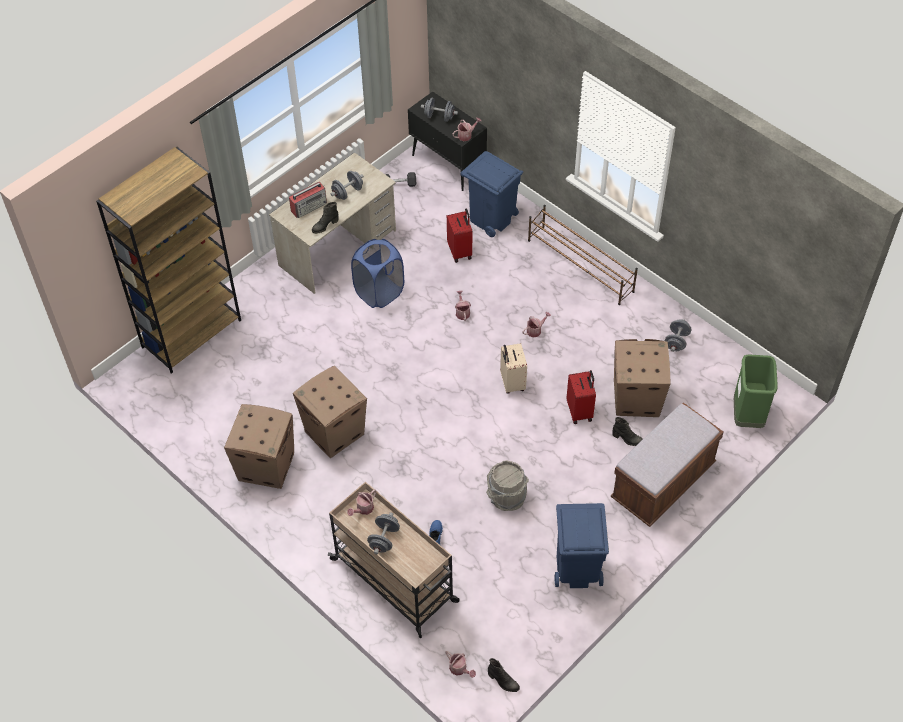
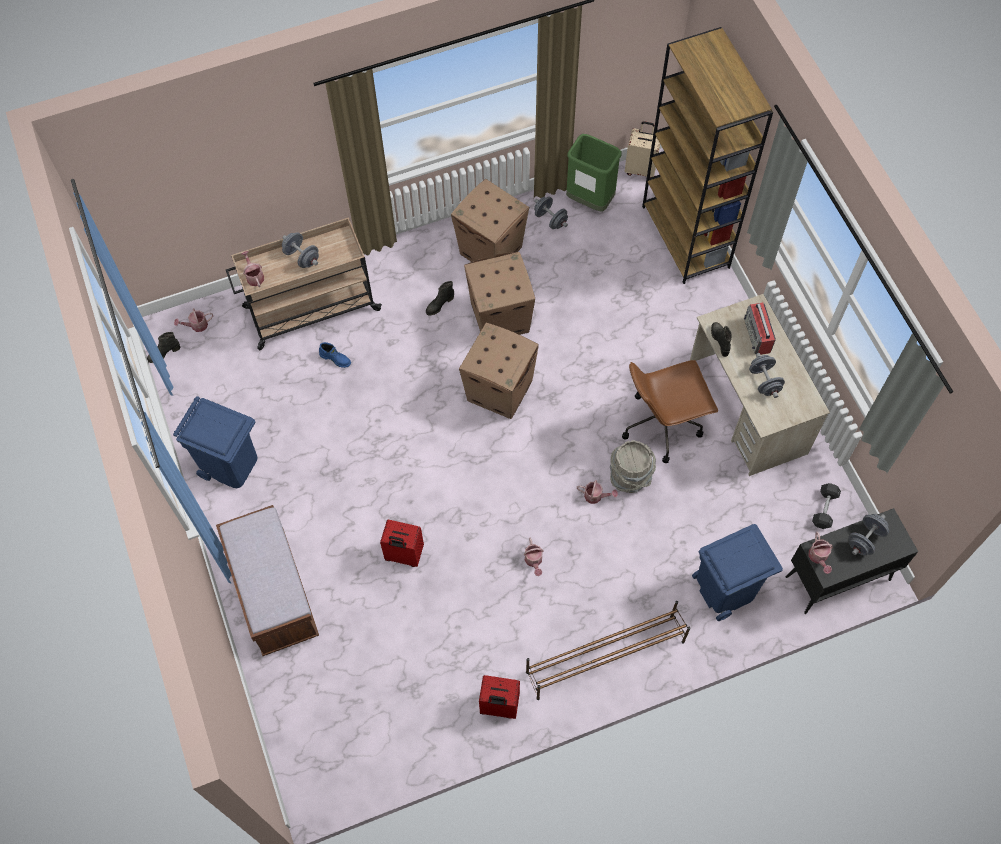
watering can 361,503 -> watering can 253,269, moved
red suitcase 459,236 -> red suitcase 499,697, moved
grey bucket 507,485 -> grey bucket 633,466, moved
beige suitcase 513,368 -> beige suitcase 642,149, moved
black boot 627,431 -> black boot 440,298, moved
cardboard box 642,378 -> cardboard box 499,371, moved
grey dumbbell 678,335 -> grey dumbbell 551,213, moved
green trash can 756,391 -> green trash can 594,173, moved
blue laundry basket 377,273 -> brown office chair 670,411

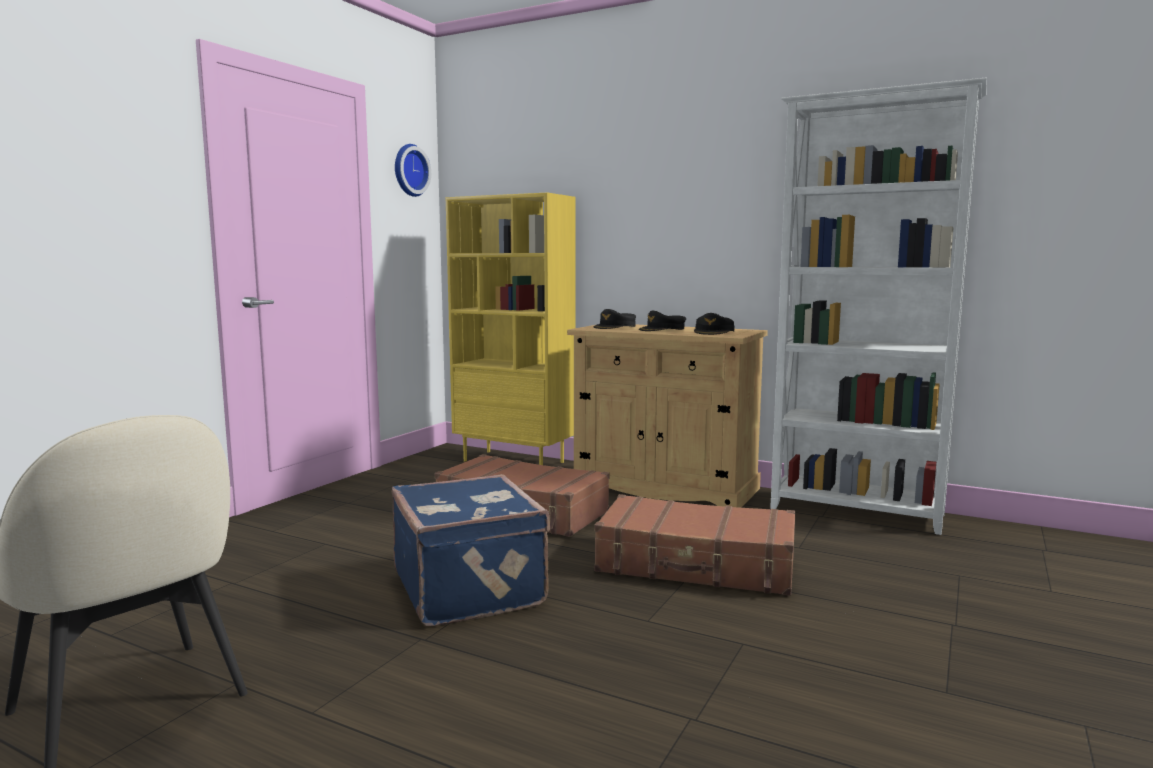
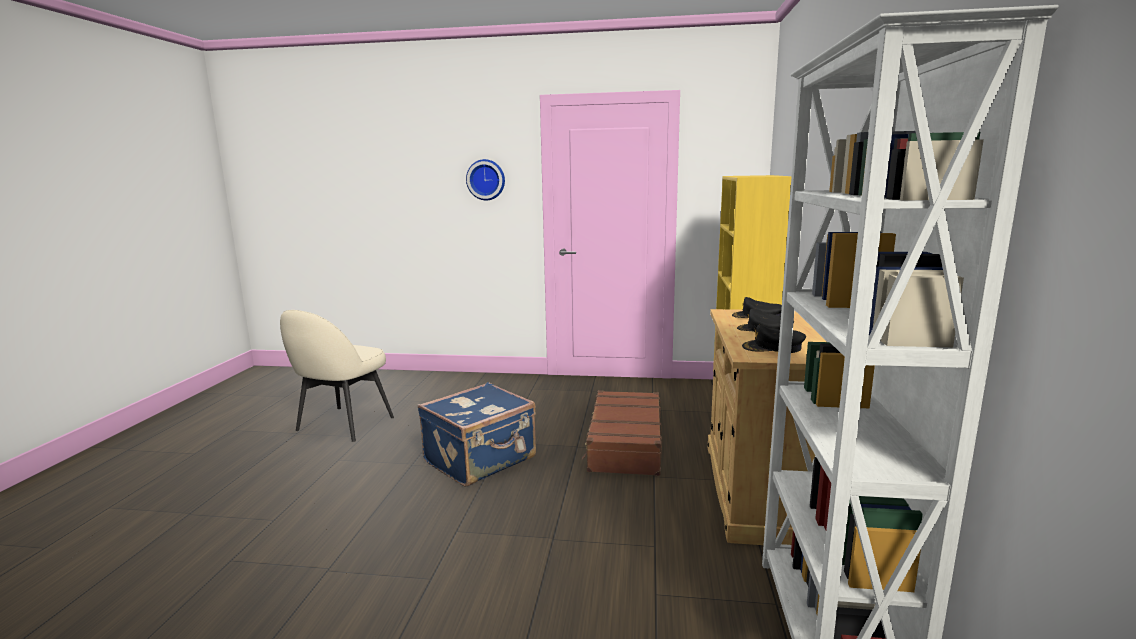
brown suitcase 695,545 -> none
wall clock 413,170 -> wall clock 485,179, moved

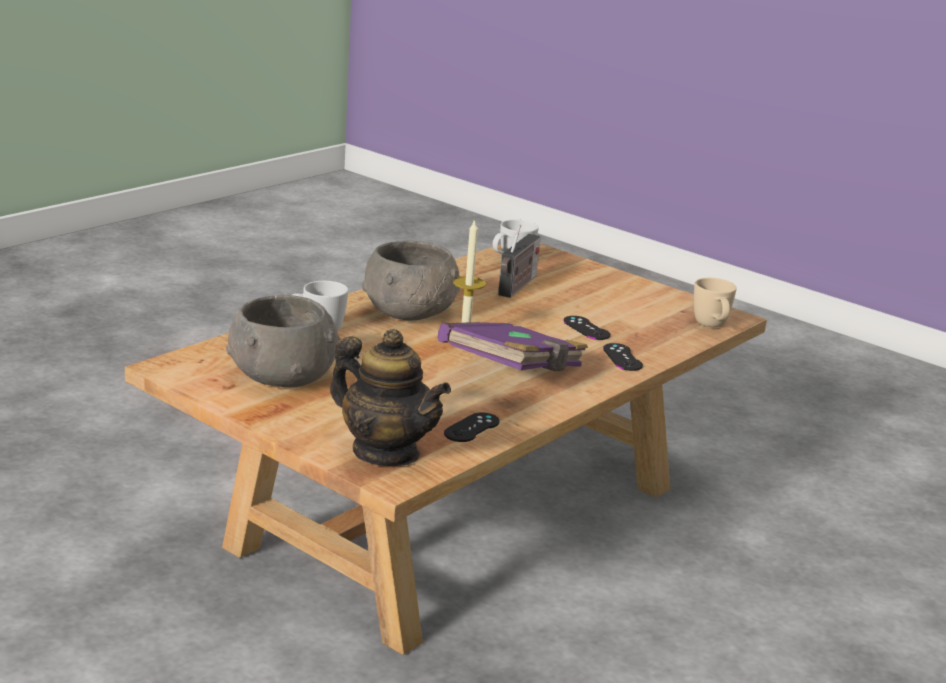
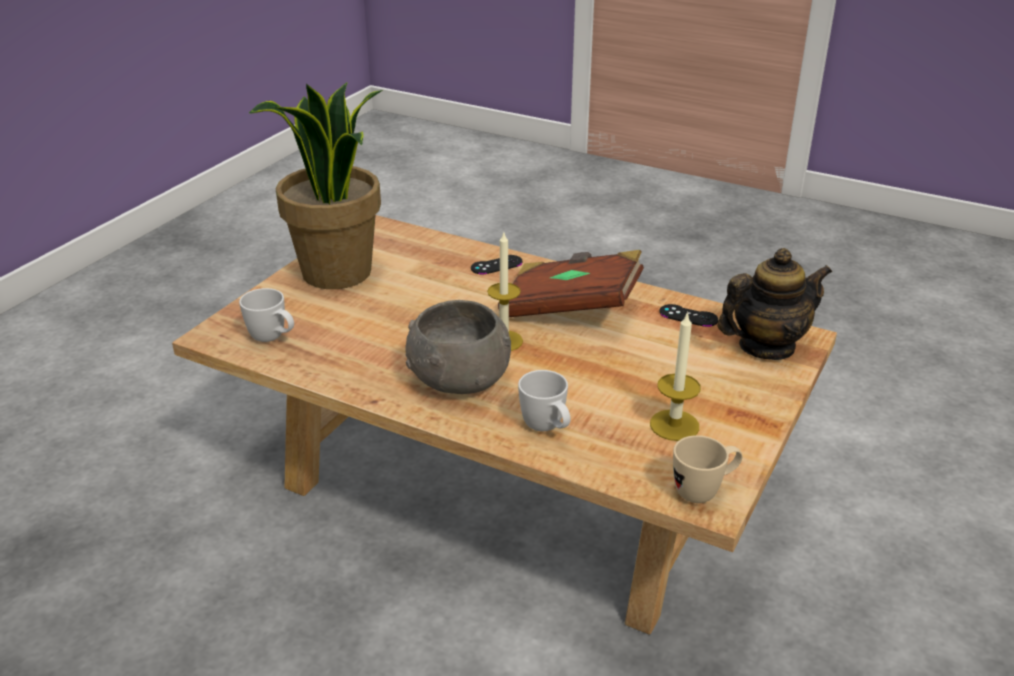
radio 519,261 -> none
black game controller 586,328 -> none
none -> potted plant 316,185
beige mug 715,302 -> beige mug 707,469, moved
grey bowl 283,341 -> candle 675,376
purple book 513,346 -> brown book 571,283
teapot 390,397 -> teapot 774,304, 45 degrees clockwise

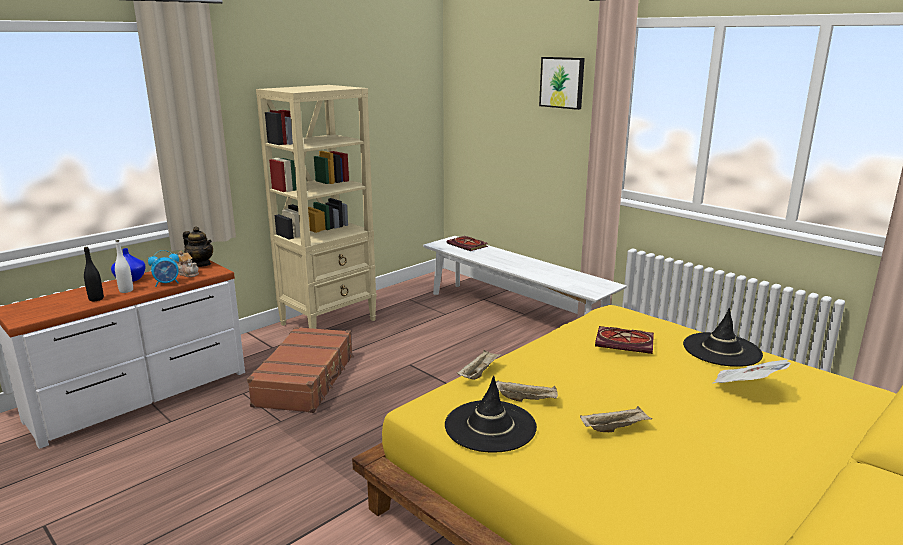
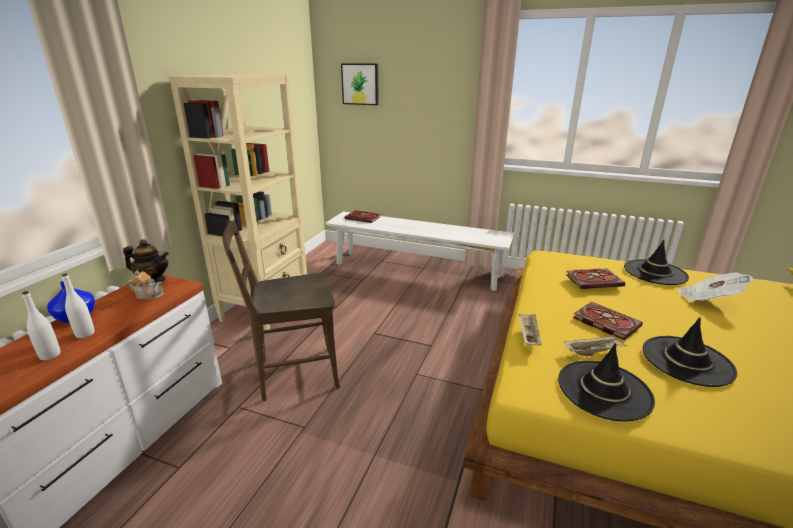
alarm clock 163,268 -> none
none -> book 608,321
picture 562,83 -> picture 360,84, moved
brown suitcase 300,370 -> brown chair 281,310
beige tray 616,419 -> black hat 690,352
black bottle 94,274 -> white bottle 41,325

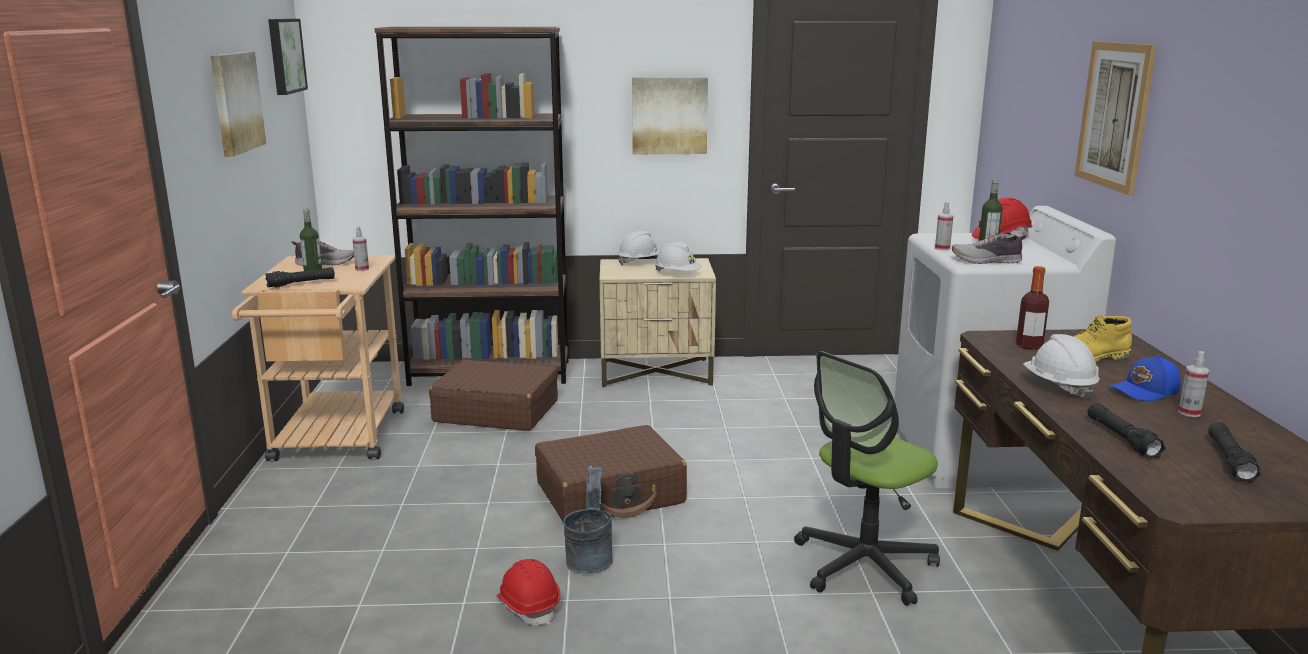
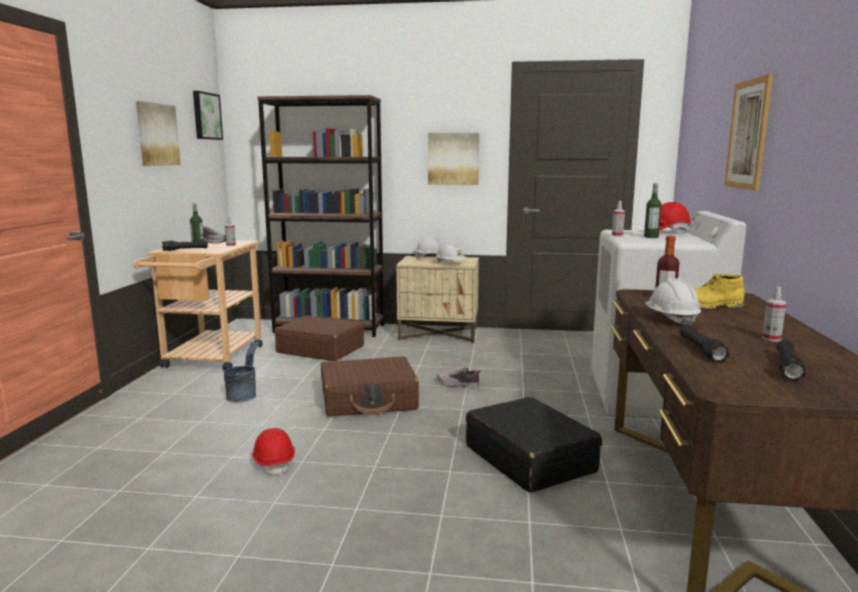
blue cap 1145,378 -> none
grey bucket 588,520 -> grey bucket 241,371, moved
shoe 989,248 -> shoe 459,378, moved
office chair 867,478 -> black suitcase 534,445

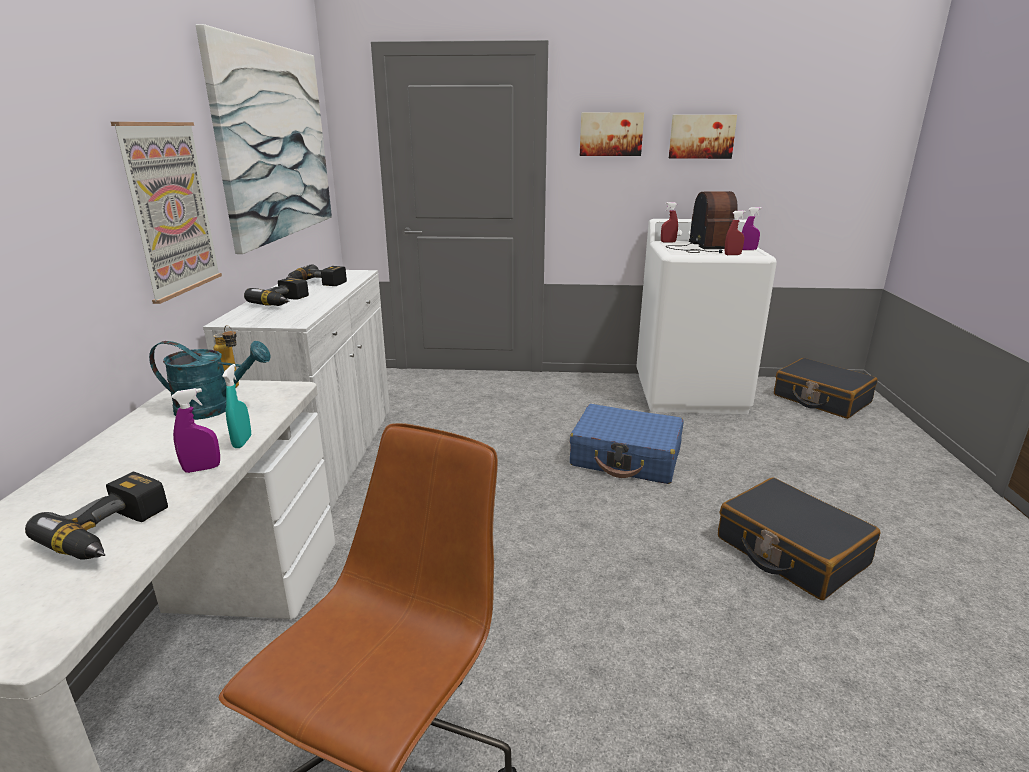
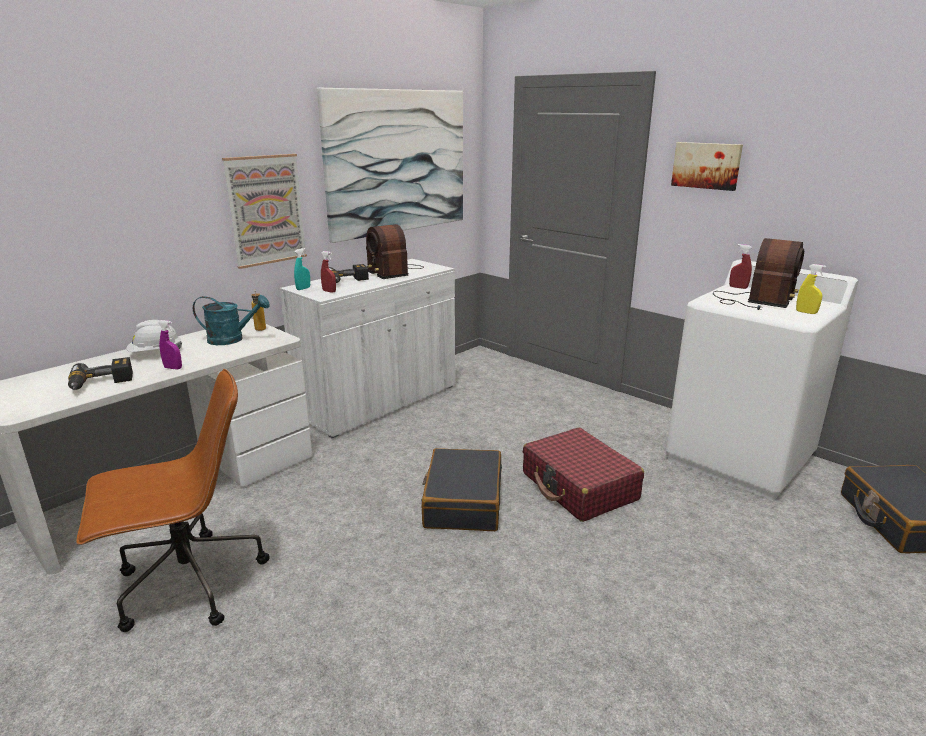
picture 703,137 -> none
none -> white hard hat 154,336
turquoise spray bottle 236,406 -> turquoise spray bottle 302,269, moved
black suitcase 799,538 -> black suitcase 461,489, moved
red spray bottle 735,232 -> red spray bottle 328,272, moved
power drill 317,275 -> radio 395,251
blue suitcase 627,444 -> red suitcase 583,475
purple spray bottle 752,228 -> yellow spray bottle 811,289
turquoise watering can 210,380 -> turquoise watering can 231,320, 45 degrees counterclockwise

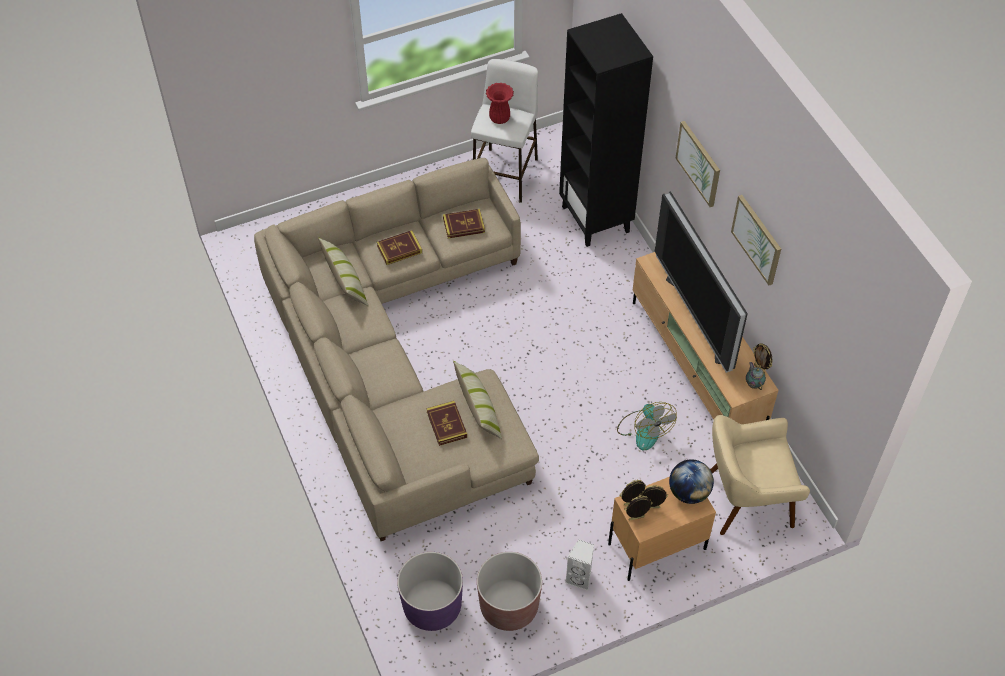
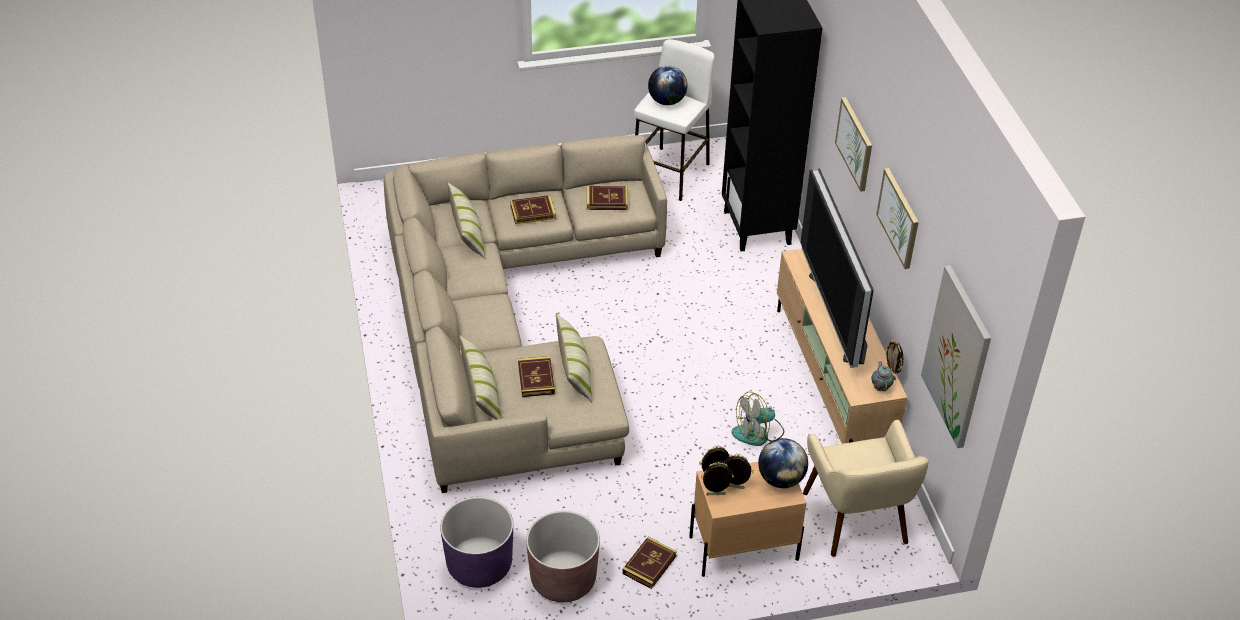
none -> pillow 480,377
none -> picture 956,356
red vase 500,103 -> globe 668,85
white speaker 580,565 -> book 649,563
fan 647,426 -> fan 758,419, 75 degrees clockwise
beige armchair 760,475 -> beige armchair 865,488, 105 degrees counterclockwise

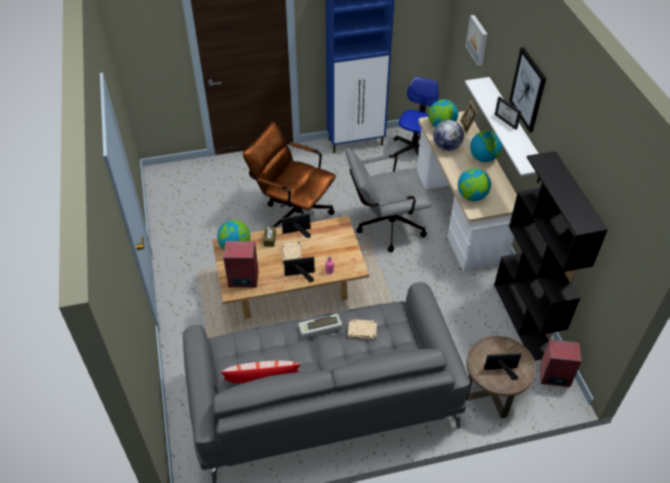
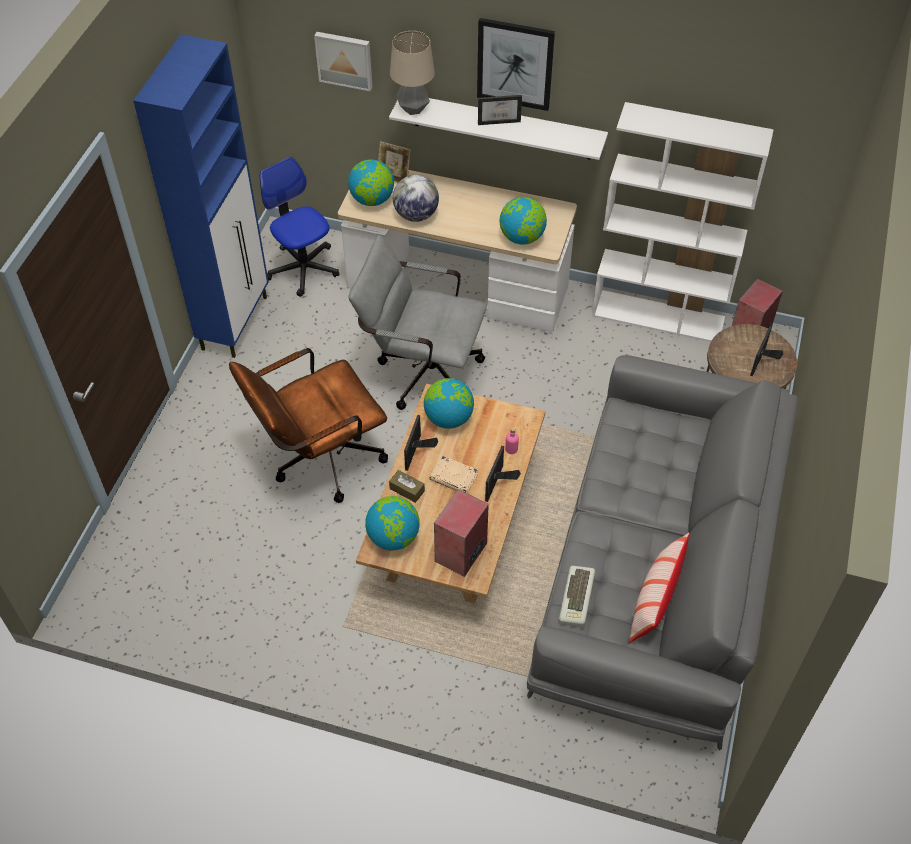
beige book 362,329 -> none
none -> table lamp 412,73
keyboard 320,326 -> keyboard 577,597, moved
globe 486,146 -> globe 449,403, moved
black bookcase 551,256 -> white bookcase 683,222
grey office chair 389,200 -> grey office chair 417,322, 90 degrees clockwise

